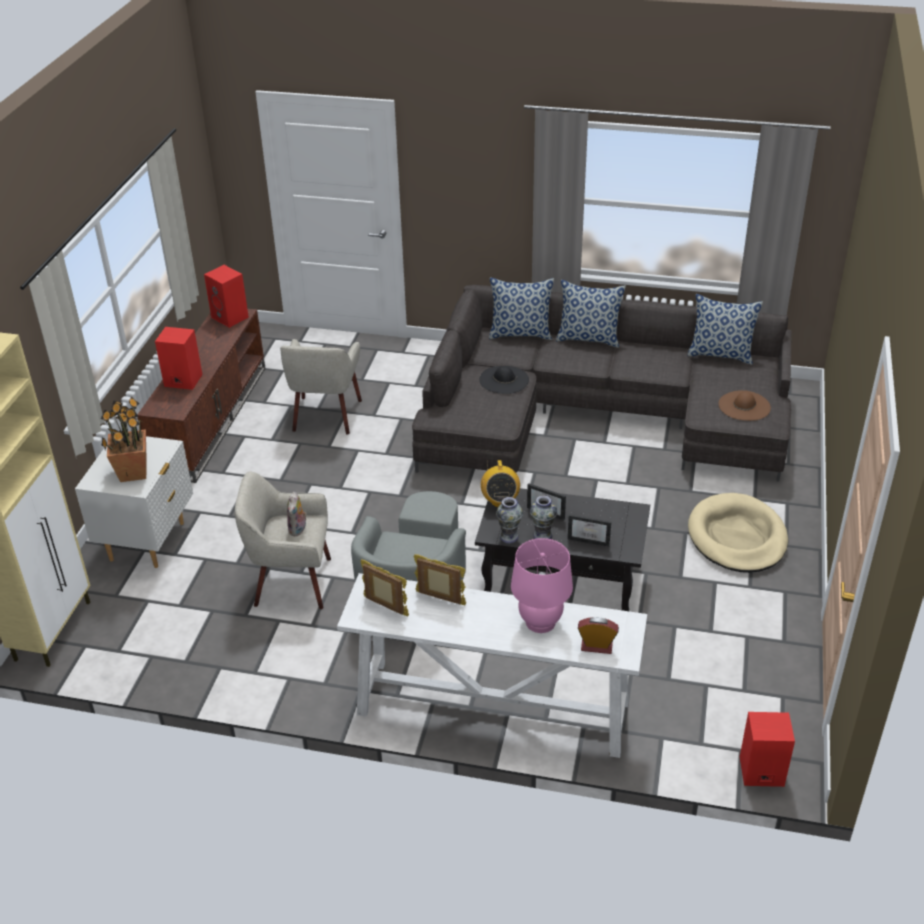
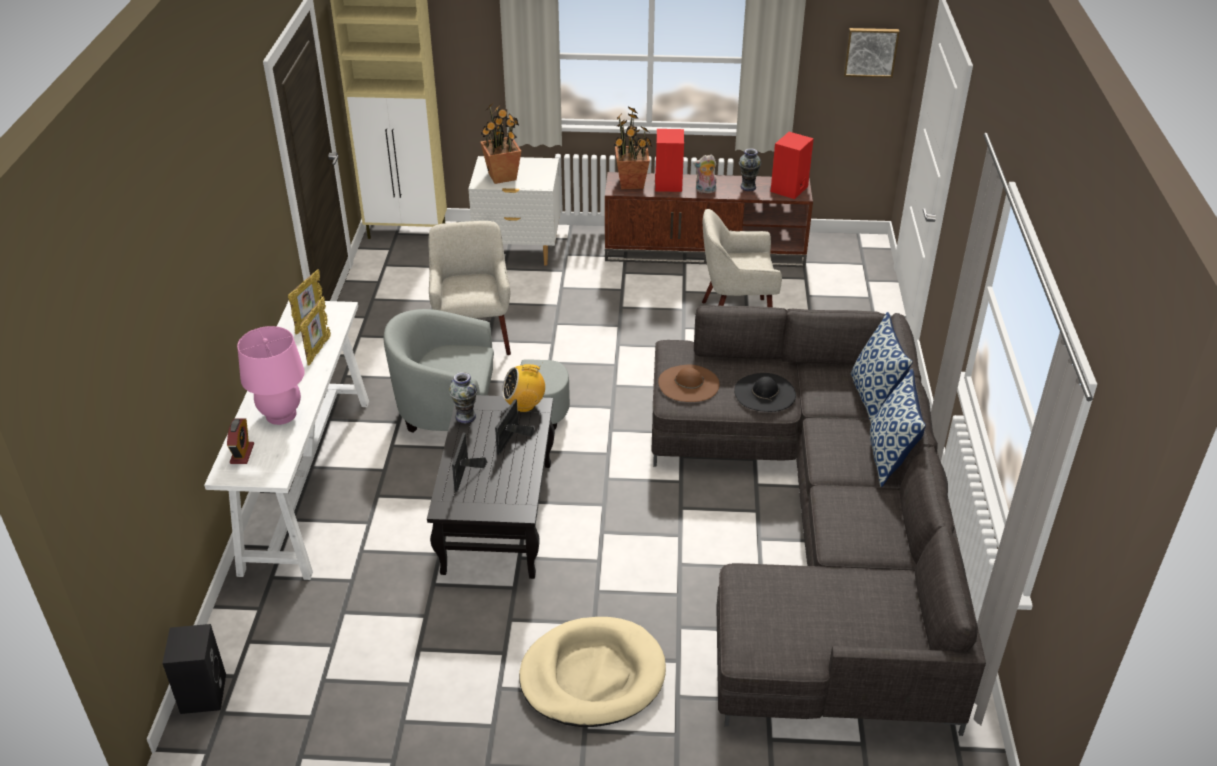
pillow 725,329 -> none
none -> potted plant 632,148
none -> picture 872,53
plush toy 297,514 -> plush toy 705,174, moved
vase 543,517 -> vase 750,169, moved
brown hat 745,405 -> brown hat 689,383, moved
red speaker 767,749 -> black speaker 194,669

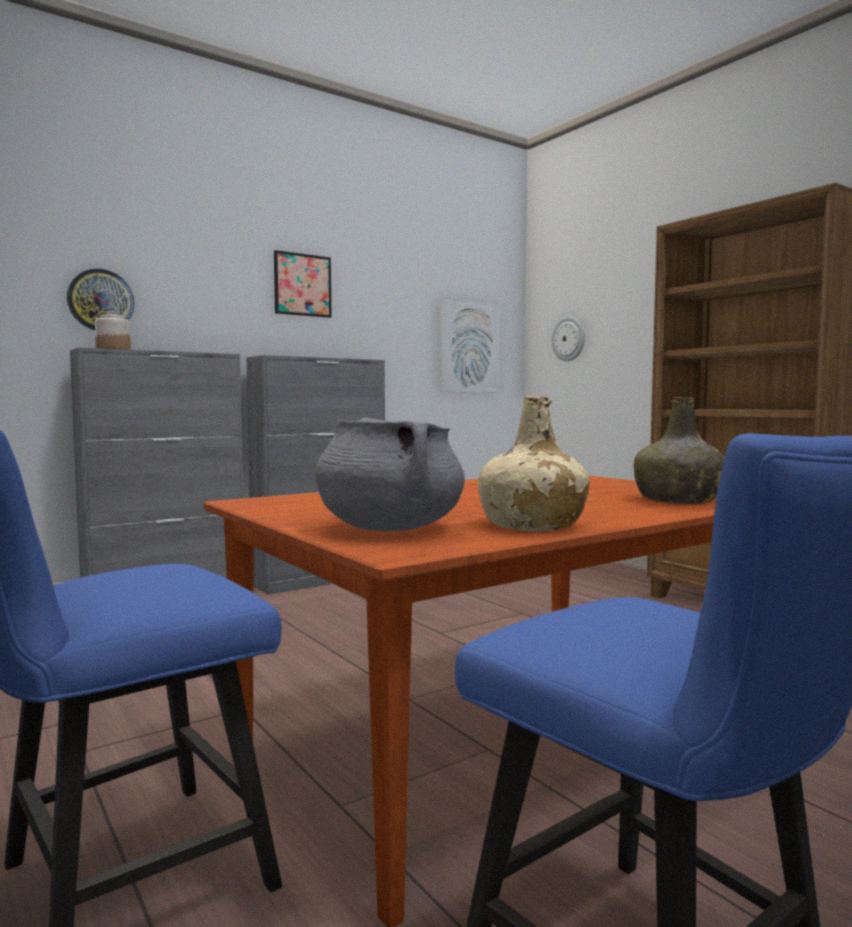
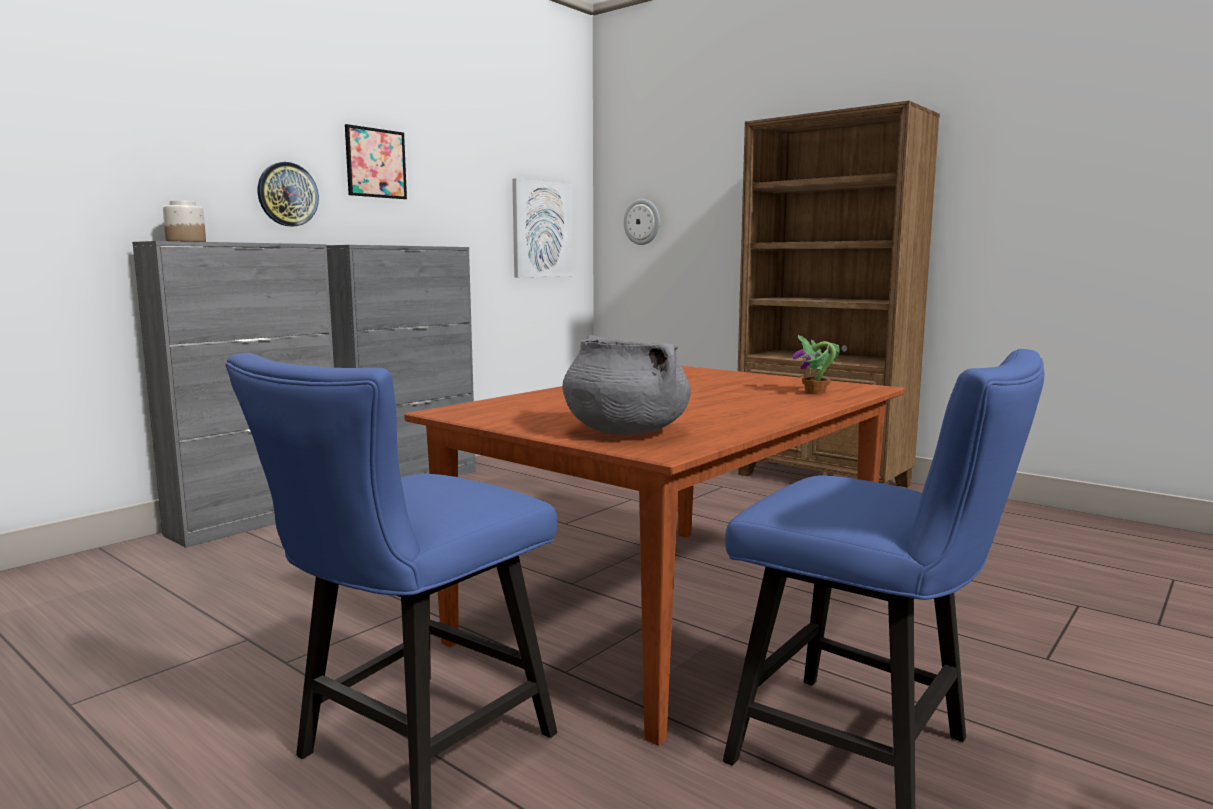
beige bottle 534,463 -> none
wall clock 100,299 -> wall clock 288,194, moved
green bottle 679,450 -> potted plant 816,365

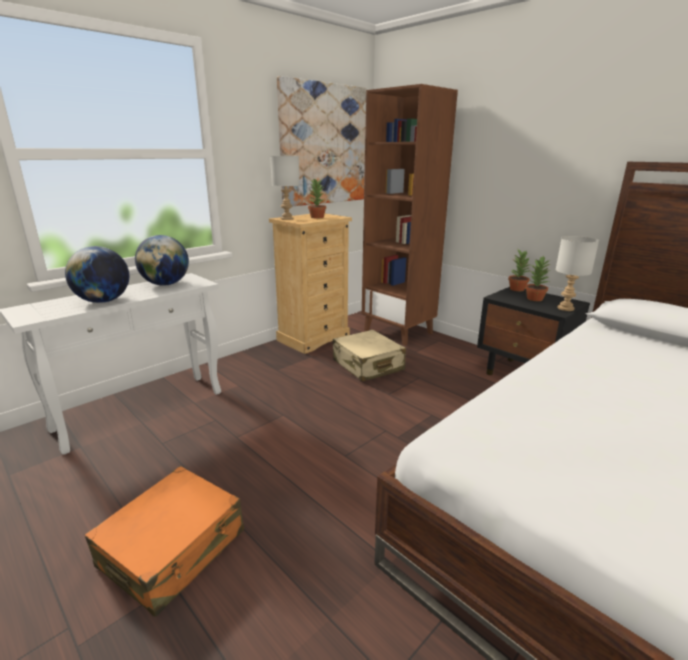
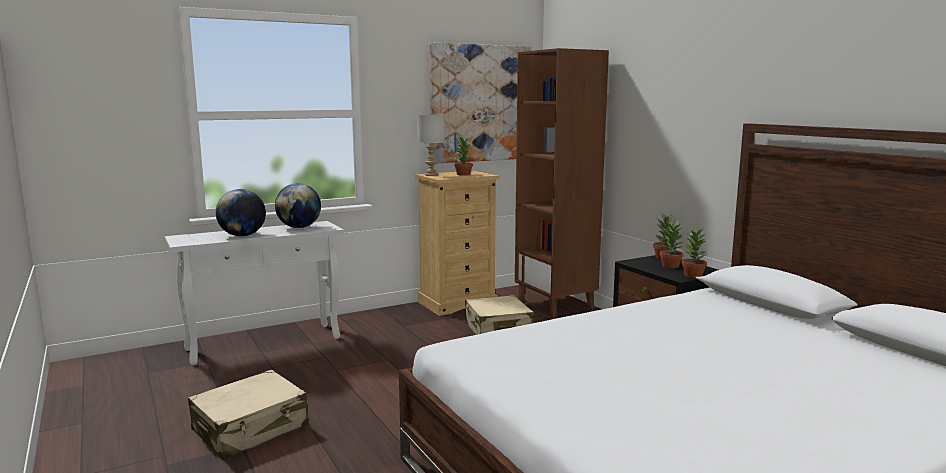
grey table lamp 577,273 -> potted plant 694,253
orange suitcase 164,541 -> beige suitcase 248,415

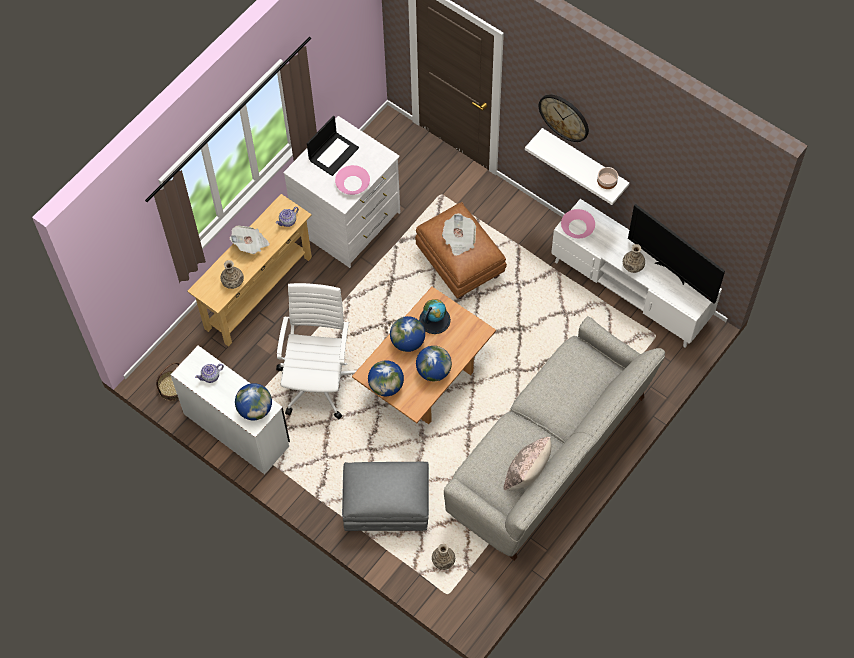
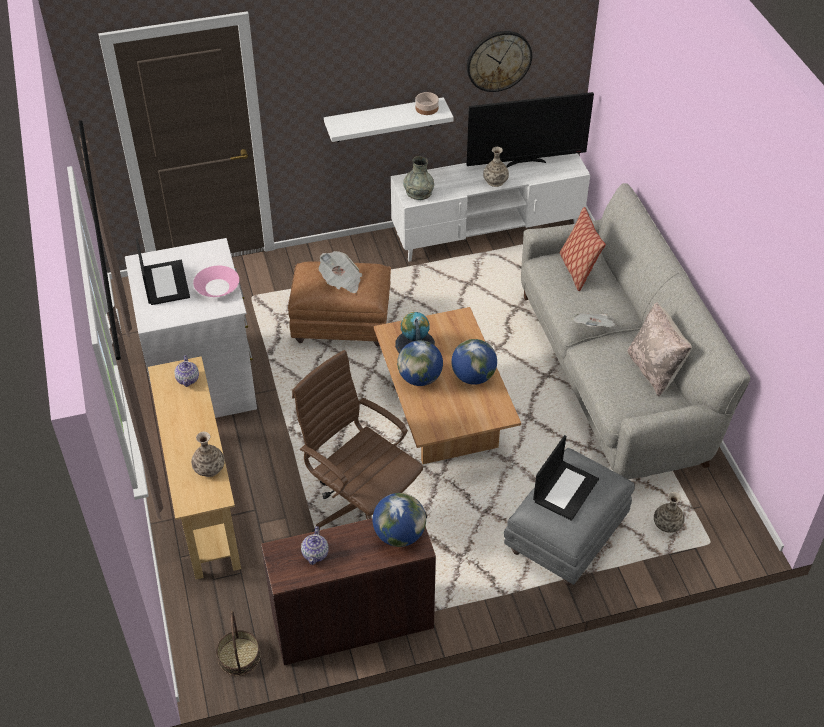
globe 386,378 -> none
none -> laptop 566,478
none -> pillow 583,249
newspaper 249,239 -> newspaper 593,320, moved
wall clock 564,118 -> wall clock 499,61, moved
pink bowl 578,223 -> grey vase 418,178
white desk 230,410 -> brown desk 348,591
white office chair 316,351 -> brown office chair 359,441

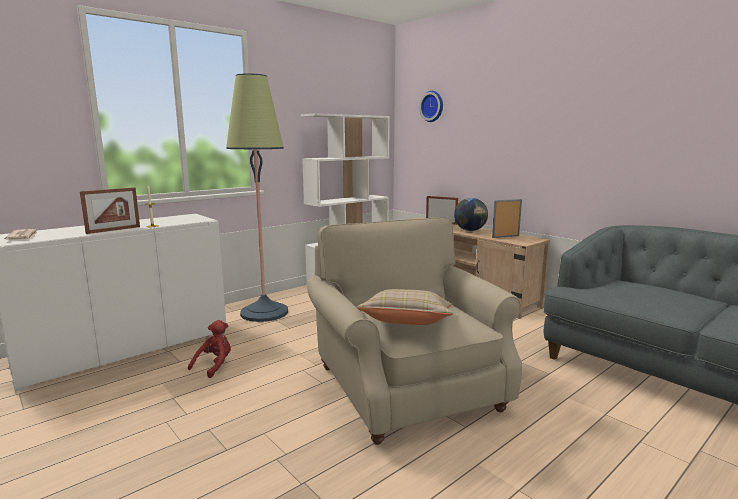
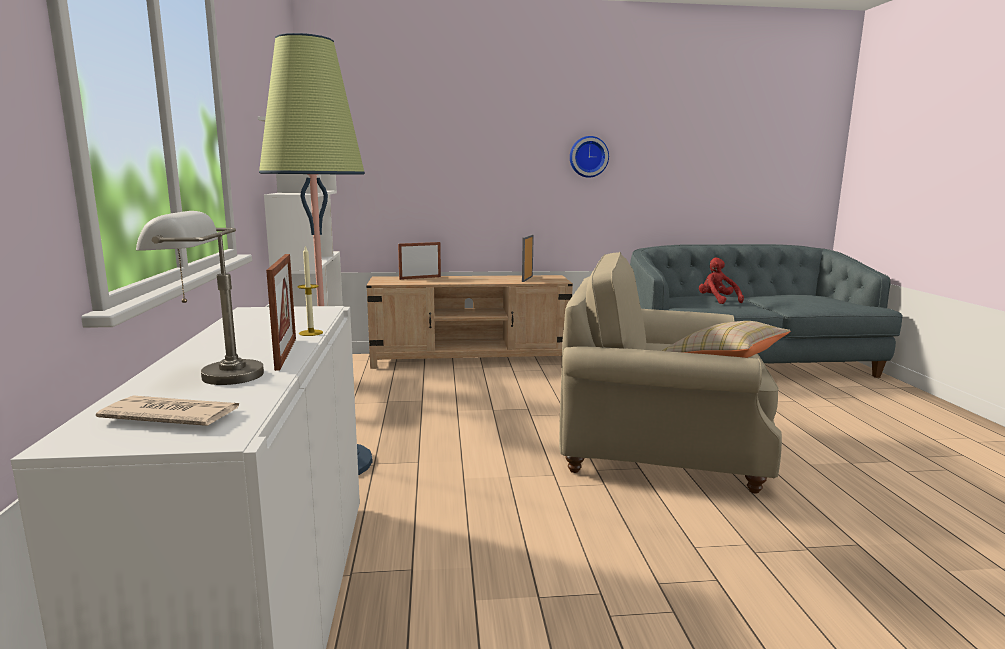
globe 471,214 -> none
none -> grey table lamp 200,298
red plush toy 209,349 -> red plush toy 721,280, moved
wall clock 431,106 -> wall clock 589,157, moved

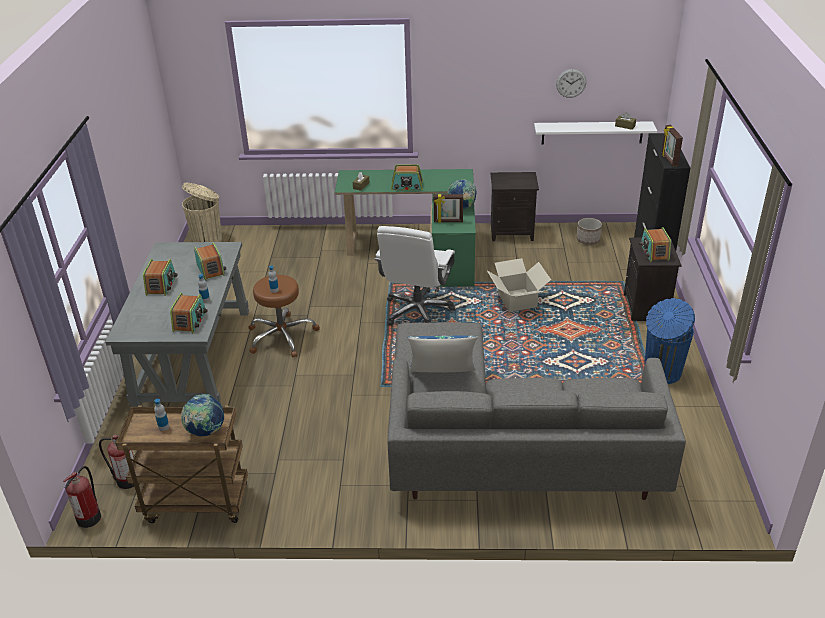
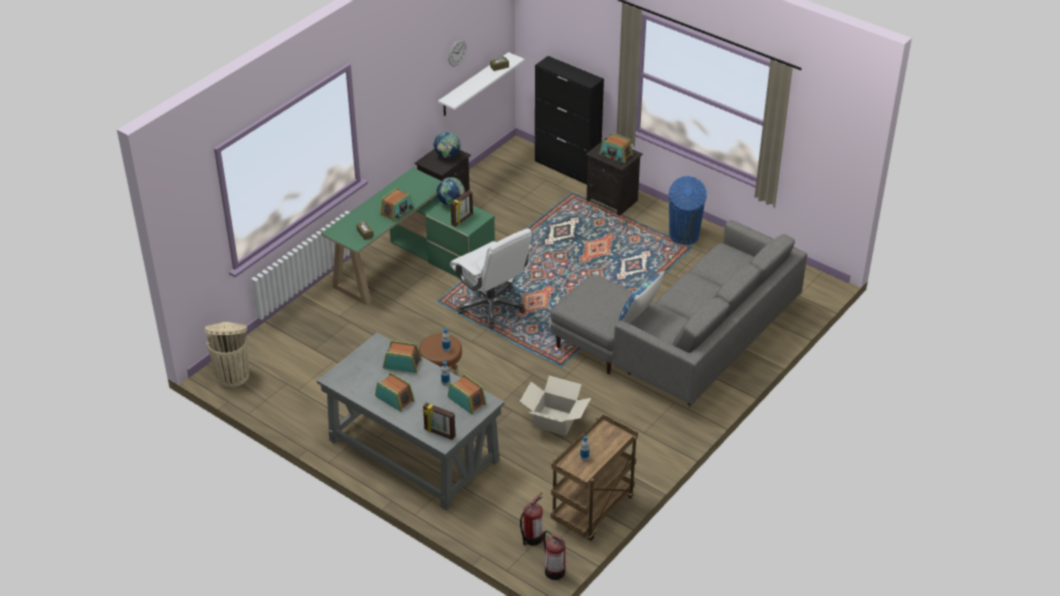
planter 589,231 -> none
globe 202,415 -> globe 447,144, moved
cardboard box 519,285 -> cardboard box 555,406, moved
picture frame 672,146 -> picture frame 439,421, moved

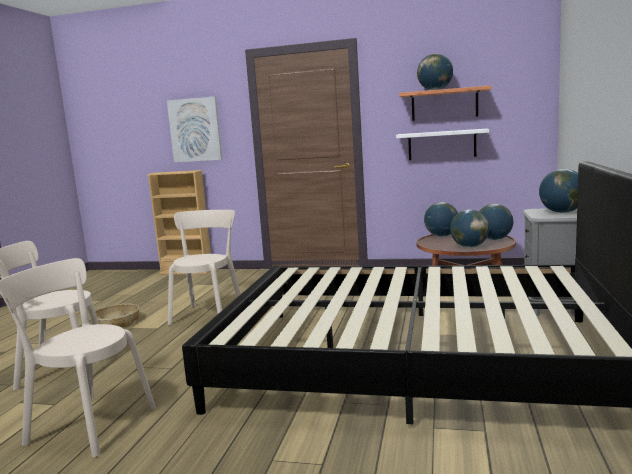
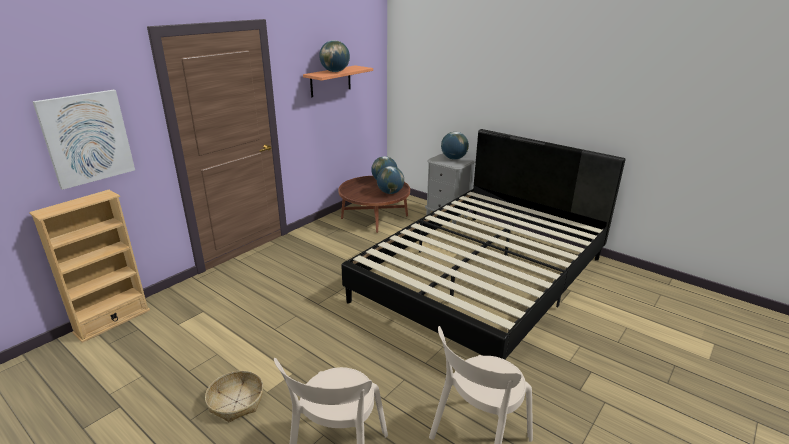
beige chair 204,267 -> none
white shelf 442,144 -> none
globe 441,219 -> none

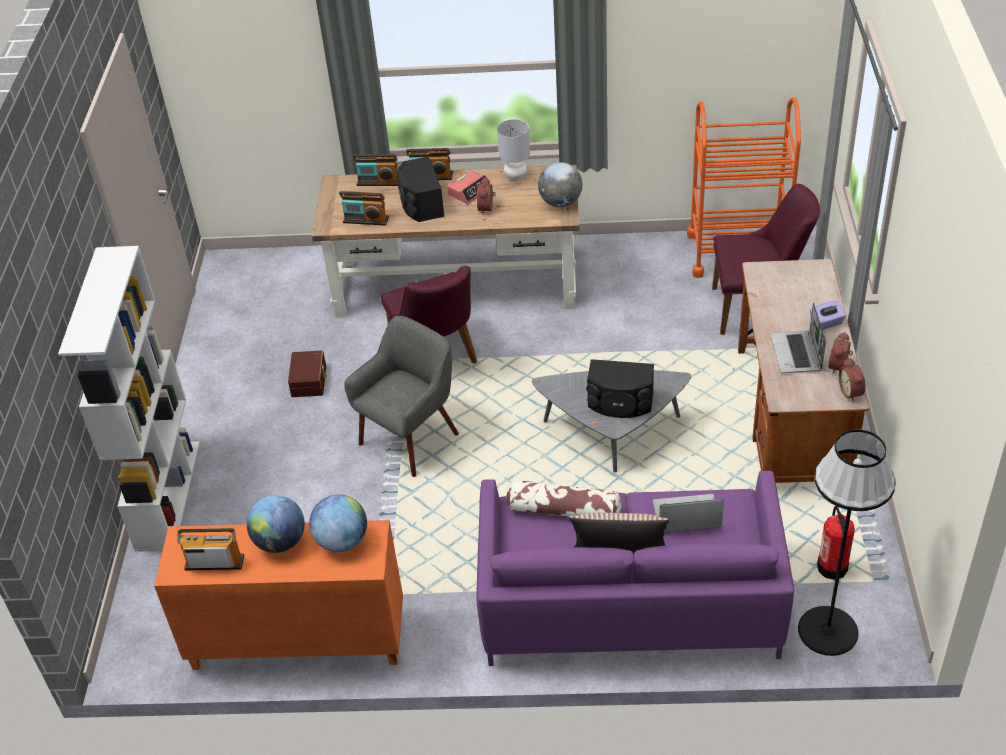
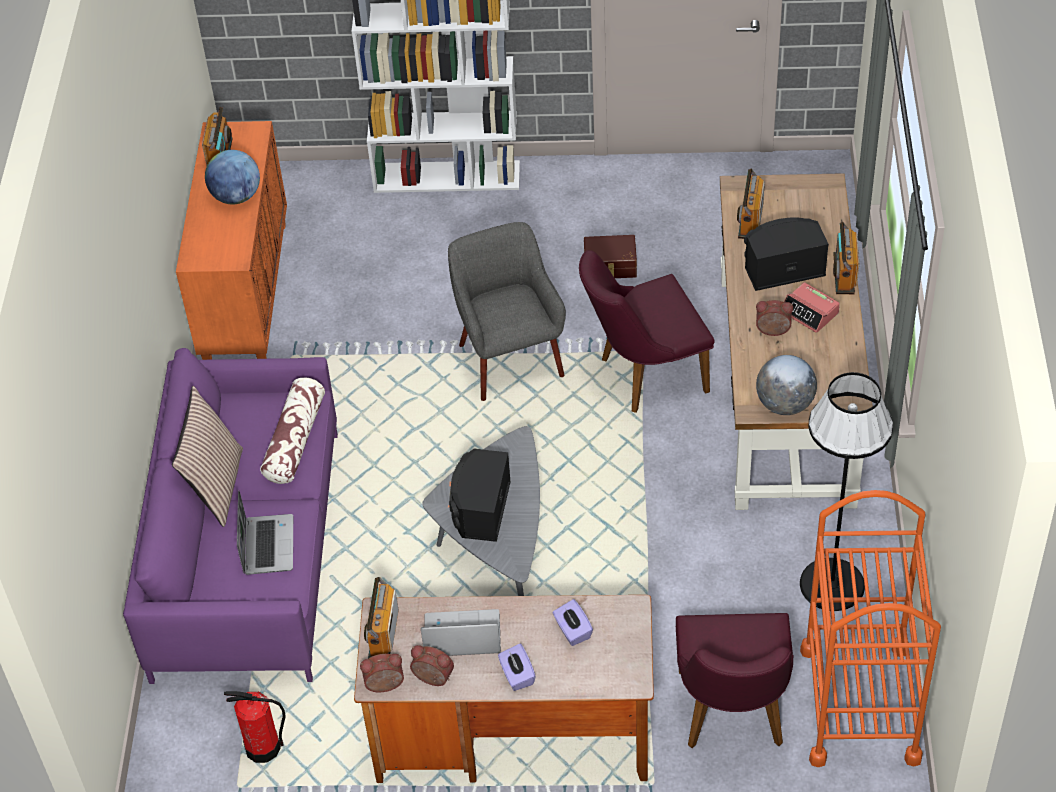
globe 338,523 -> none
grey table lamp 513,150 -> none
none -> purple tissue box 573,622
radio 375,170 -> radio 381,618, moved
black floor lamp 847,542 -> black floor lamp 846,491, moved
grey armchair 401,396 -> grey armchair 507,311, 150 degrees counterclockwise

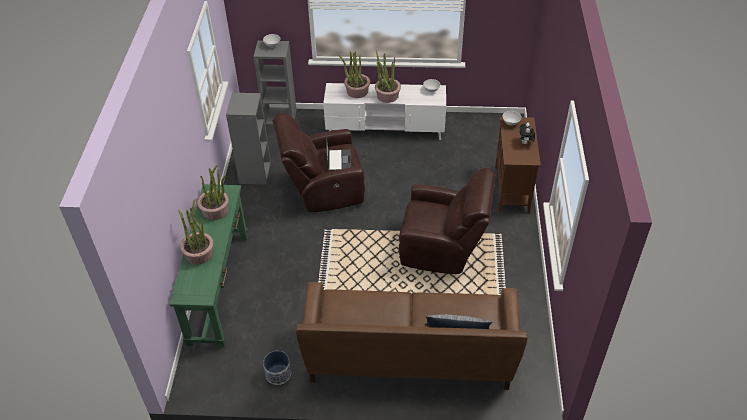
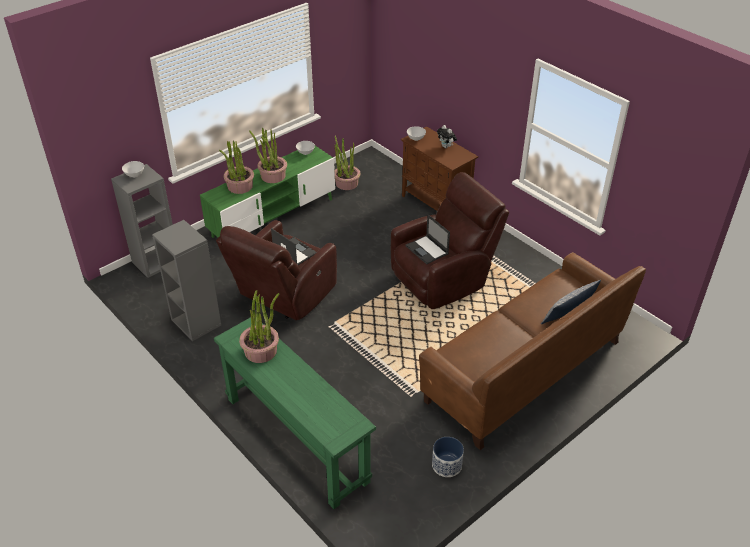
none -> laptop 427,239
potted plant 196,232 -> potted plant 348,163, moved
white tv stand 384,111 -> green tv stand 267,192

